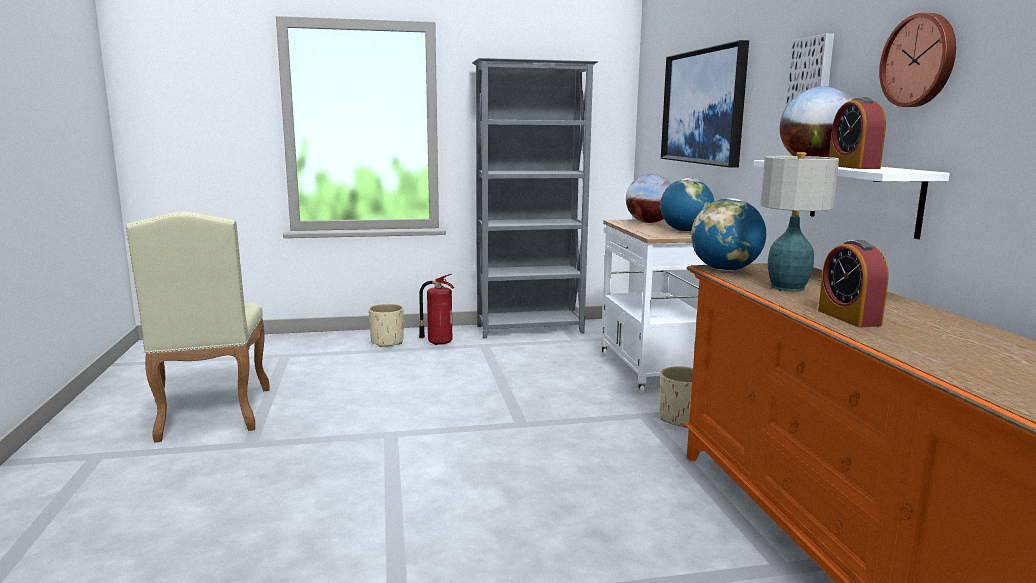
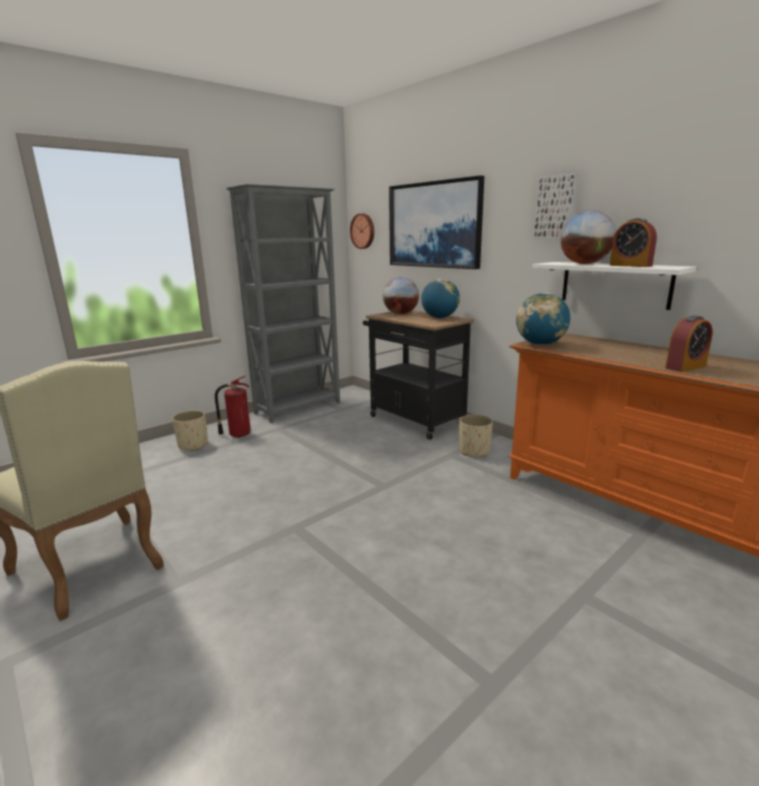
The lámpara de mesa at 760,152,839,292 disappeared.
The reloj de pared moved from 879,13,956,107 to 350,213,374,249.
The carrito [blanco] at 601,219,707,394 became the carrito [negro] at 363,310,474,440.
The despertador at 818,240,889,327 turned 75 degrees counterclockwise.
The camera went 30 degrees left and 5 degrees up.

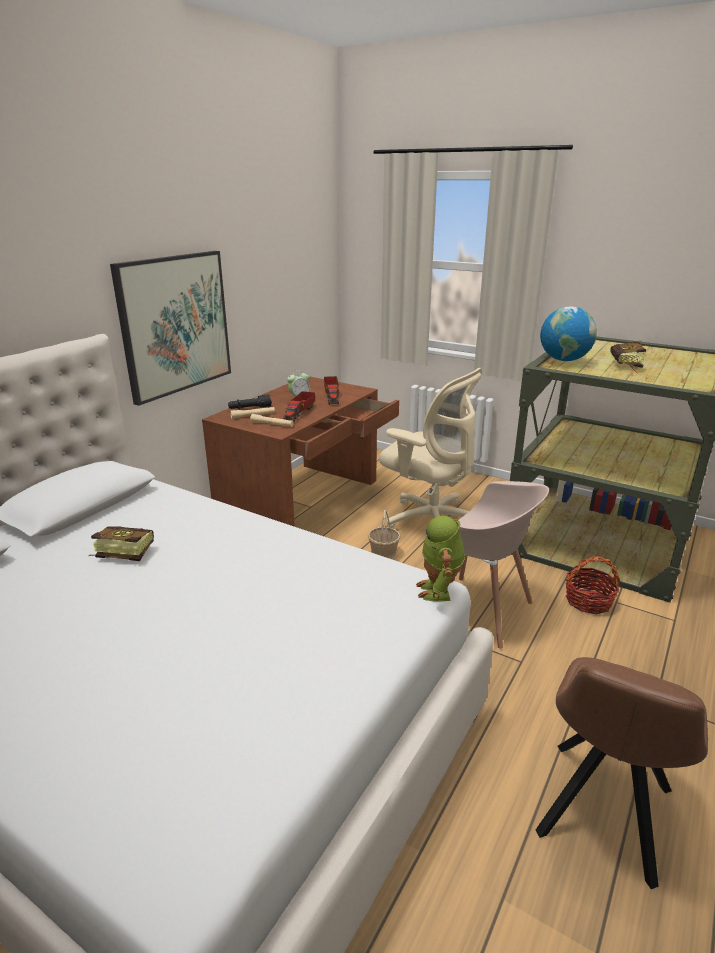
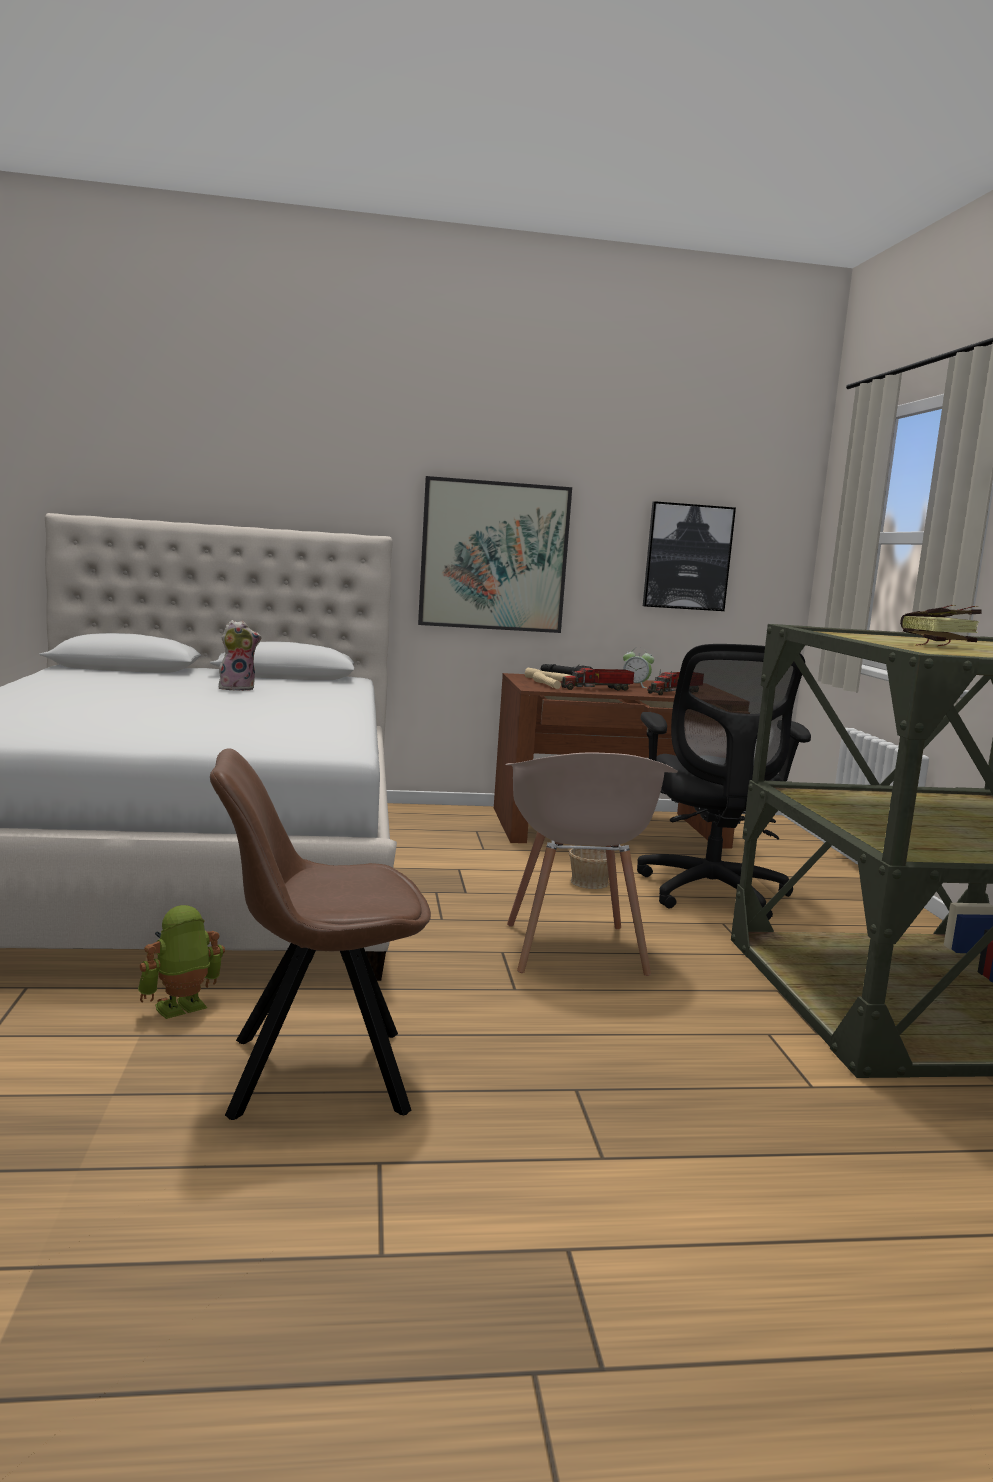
The globo terráqueo at 540,306,597,361 disappeared.
The cesta at 565,556,620,614 disappeared.
The cuadro at 643,501,736,611 appeared.
The robot de juguete moved from 416,515,465,601 to 138,905,225,1019.
The libro at 89,526,154,561 was replaced by the peluche at 219,620,262,691.
The silla de oficina [beis] at 379,368,482,529 became the silla de oficina [negro] at 637,644,811,920.
The camera went 50 degrees right and 15 degrees down.

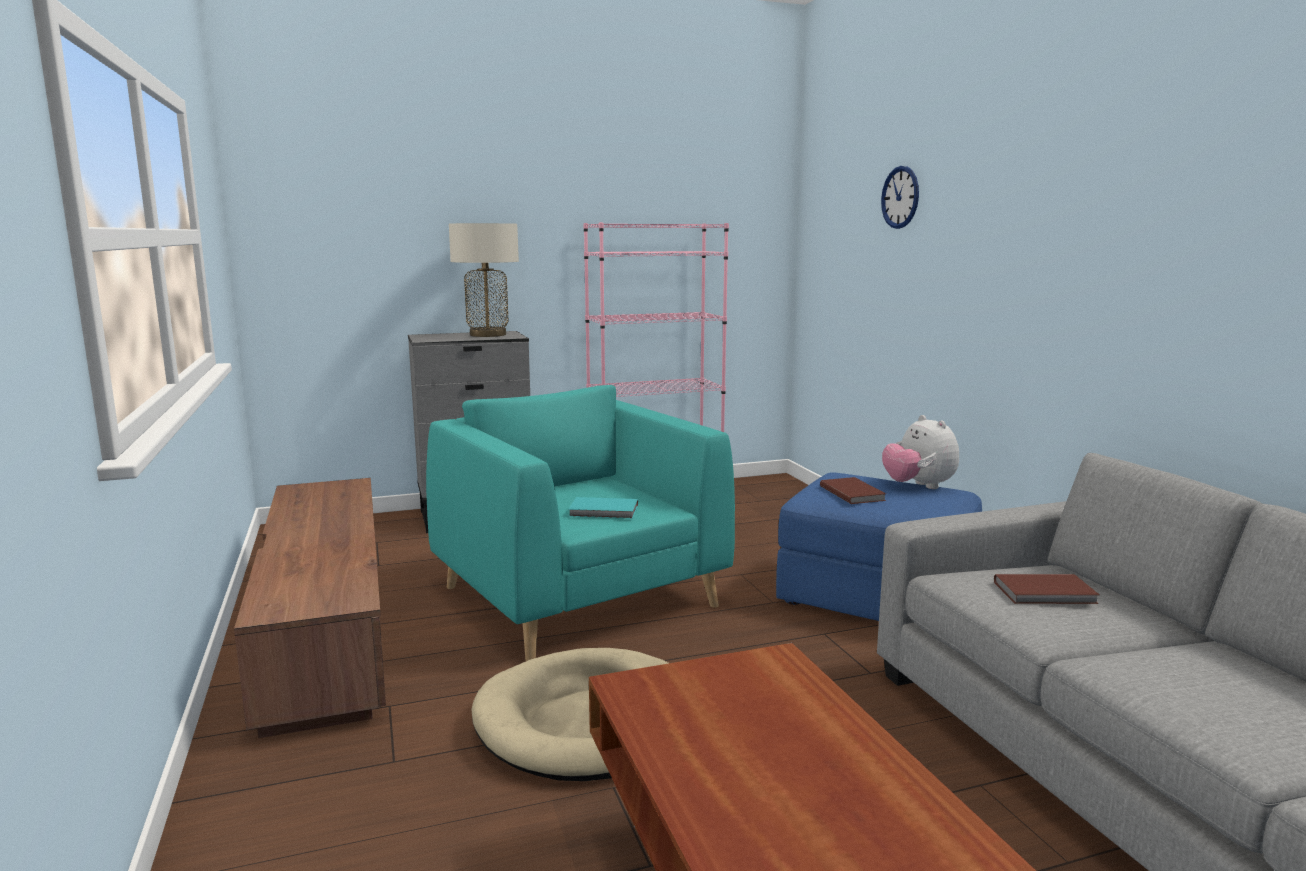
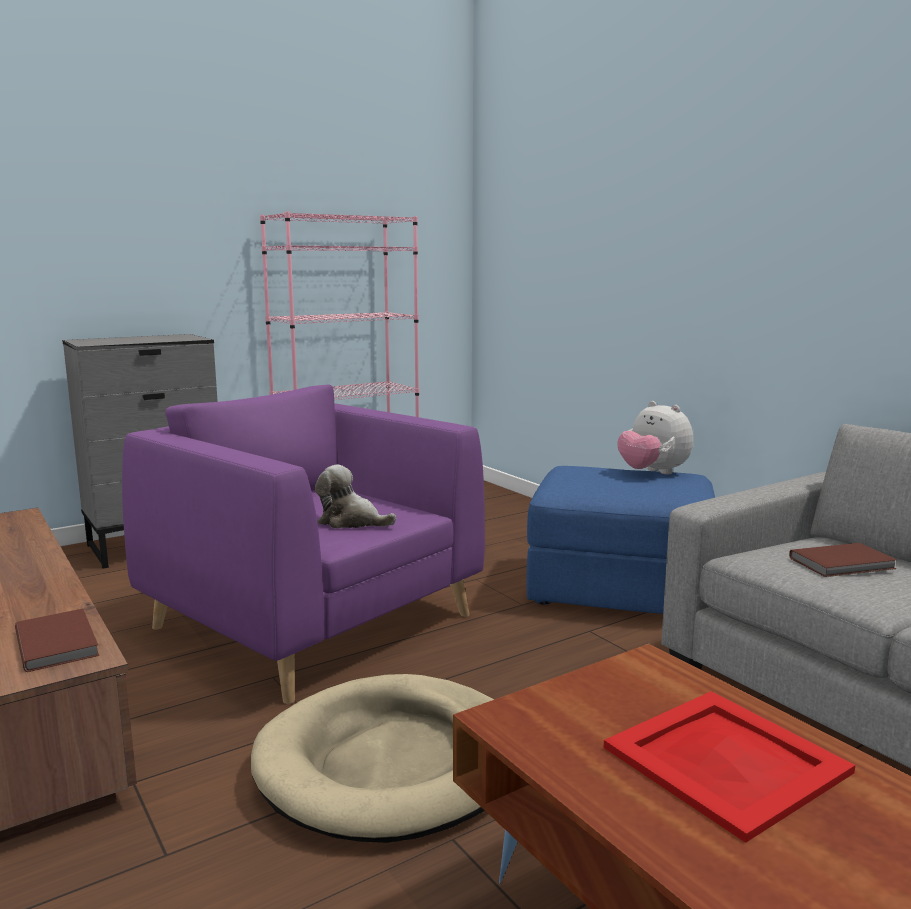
The lámpara de mesa at 449,223,519,337 disappeared.
The reloj de pared at 881,166,919,229 disappeared.
The bandeja [rojo] at 604,691,855,843 appeared.
The libro [marrón] moved from 820,477,886,504 to 15,609,99,672.
The libro [turquesa] at 568,497,638,519 was replaced by the peluche at 315,464,396,528.
The sillón [turquesa] at 426,385,735,661 became the sillón [morado] at 122,385,485,704.
The camera went 15 degrees left and 0 degrees up.

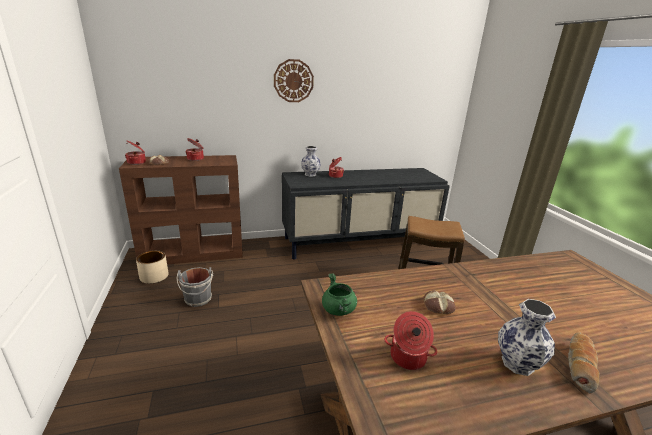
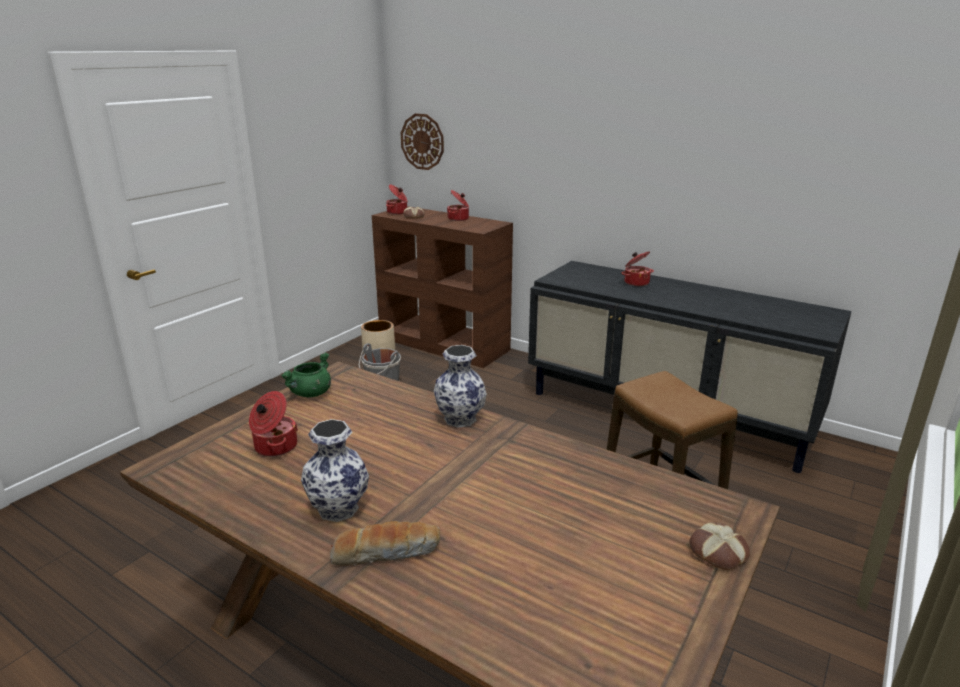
The reloj de pared moved from 274,59,314,102 to 401,114,444,170.
The florero moved from 301,146,321,177 to 434,345,487,428.
The pan moved from 423,290,456,314 to 689,522,750,570.
The camera went 50 degrees right and 0 degrees up.

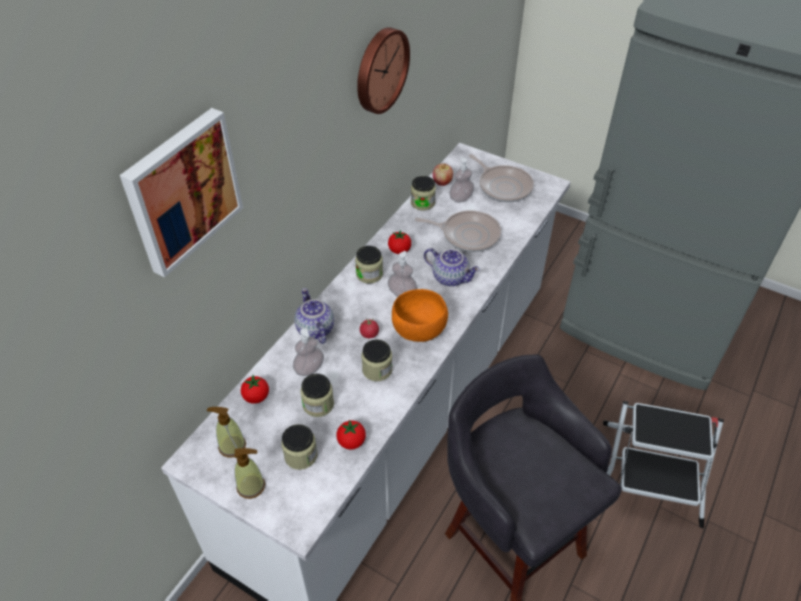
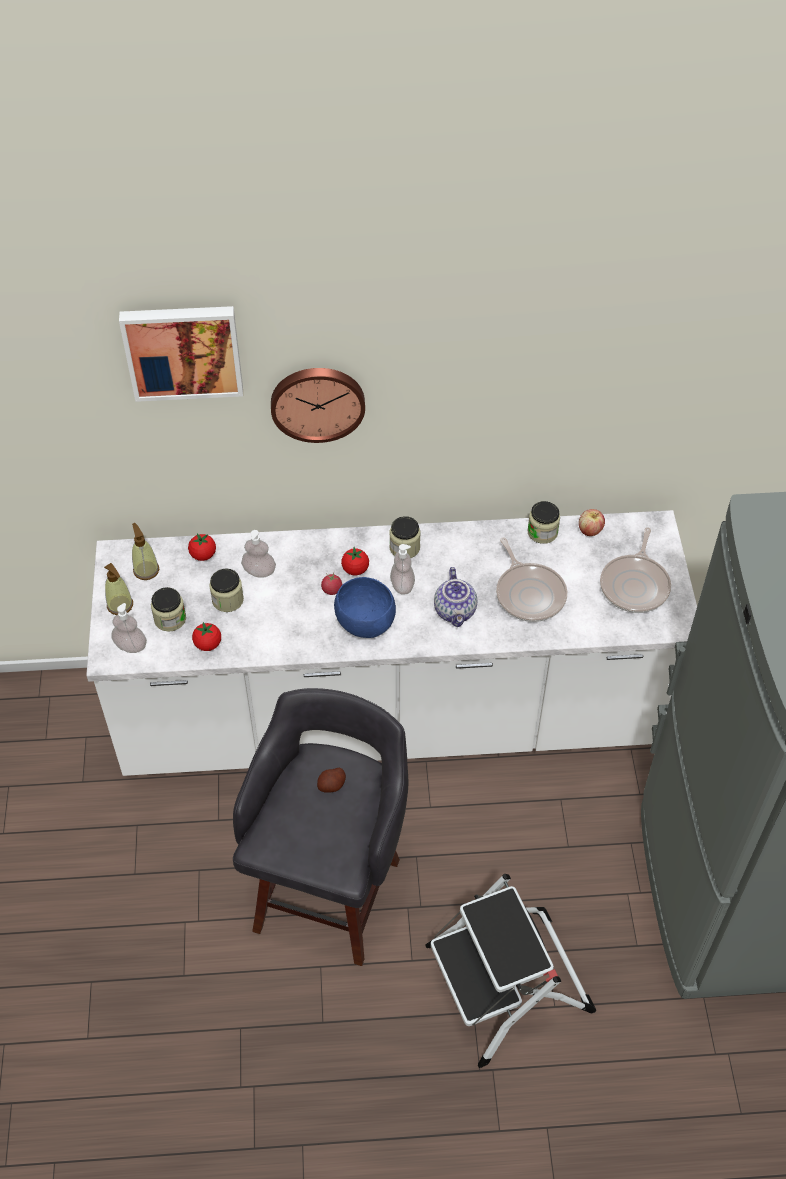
The tetera at 294,288,334,344 disappeared.
The tarro at 361,340,392,381 disappeared.
The patata at 317,768,346,793 appeared.
The reloj de pared moved from 357,27,410,114 to 271,368,365,443.
The tomate moved from 388,230,411,254 to 341,547,369,576.
The dispensador de jabón moved from 449,157,474,203 to 111,603,147,653.
The cuenco [naranja] at 392,289,448,342 became the cuenco [azul] at 334,577,396,638.
The camera went 55 degrees right and 5 degrees up.

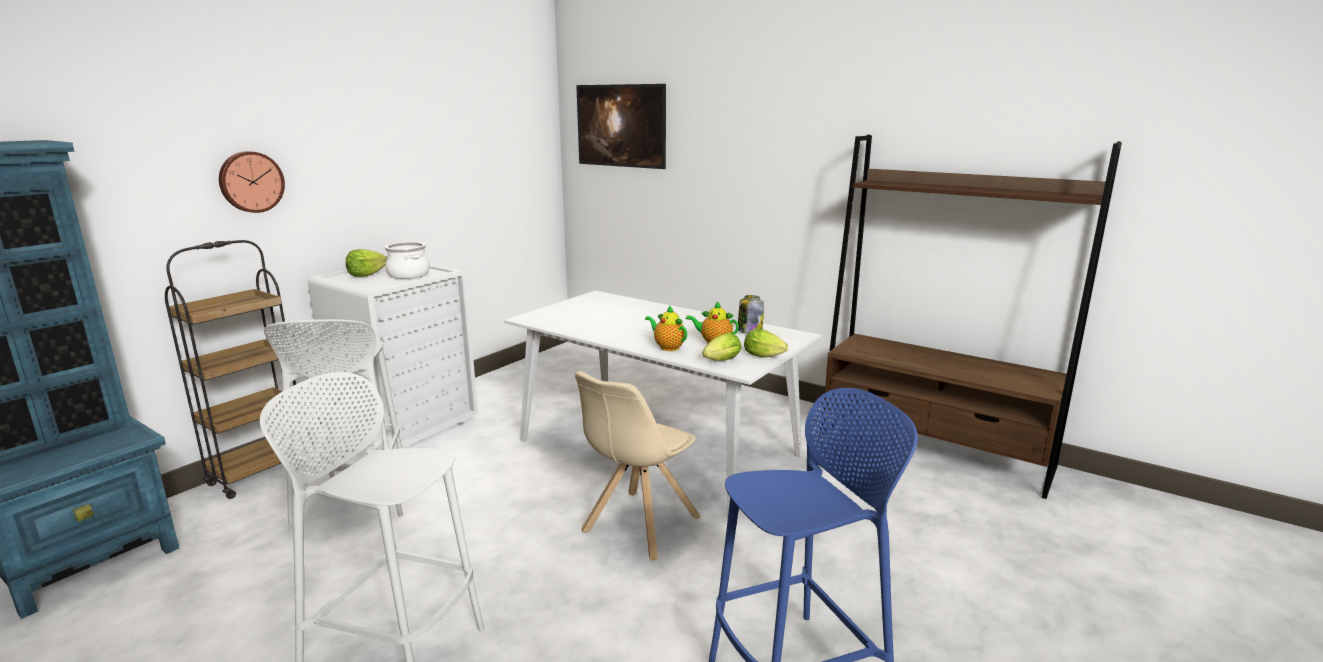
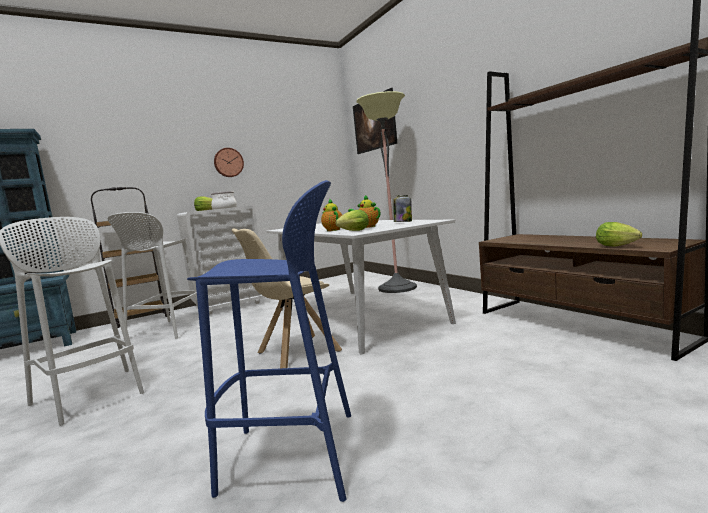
The lámpara de pie at 356,91,417,293 appeared.
The reloj de pared moved from 219,151,285,213 to 214,148,244,177.
The lechuga moved from 744,329,788,357 to 596,222,642,247.
The camera went 25 degrees right and 10 degrees down.

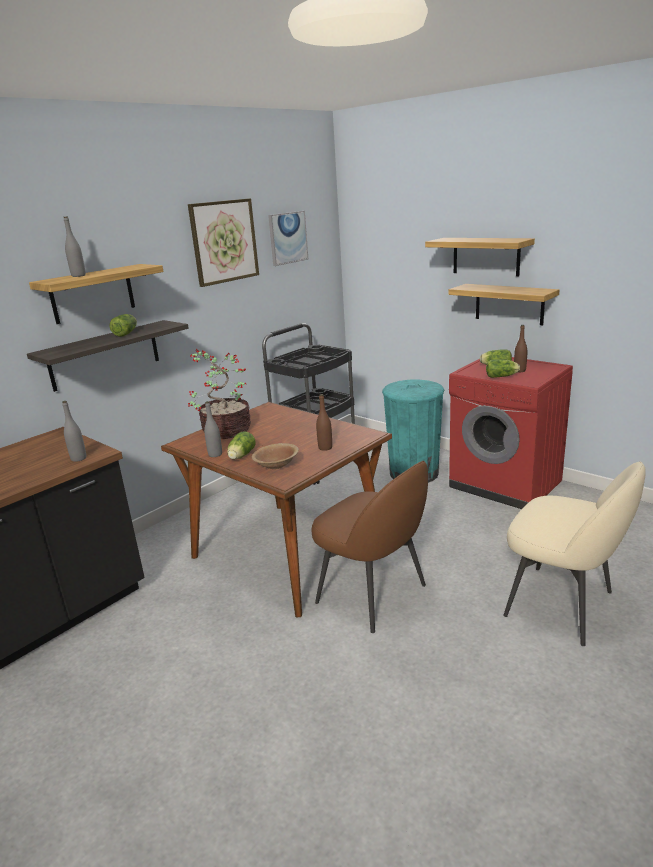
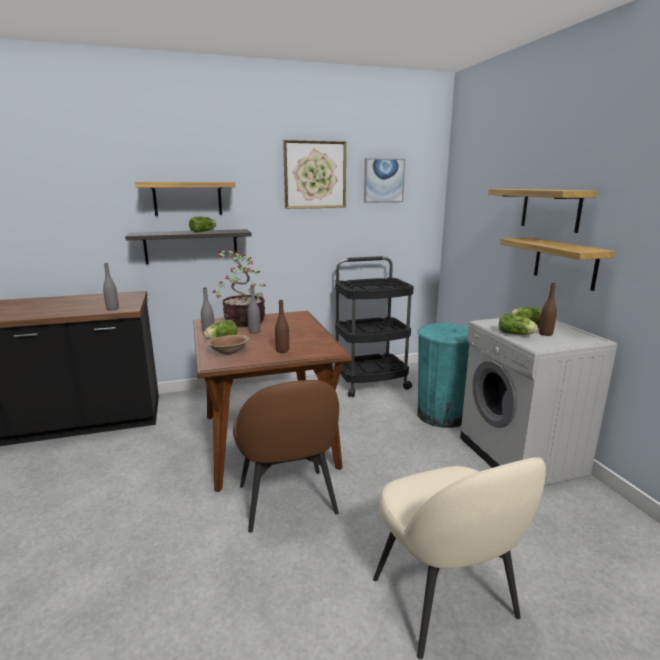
The botella [gris] moved from 64,216,86,277 to 247,286,260,334.
The lavadora [rojo] at 449,357,573,509 became the lavadora [blanco] at 460,318,617,486.
The camera went 30 degrees right and 5 degrees down.

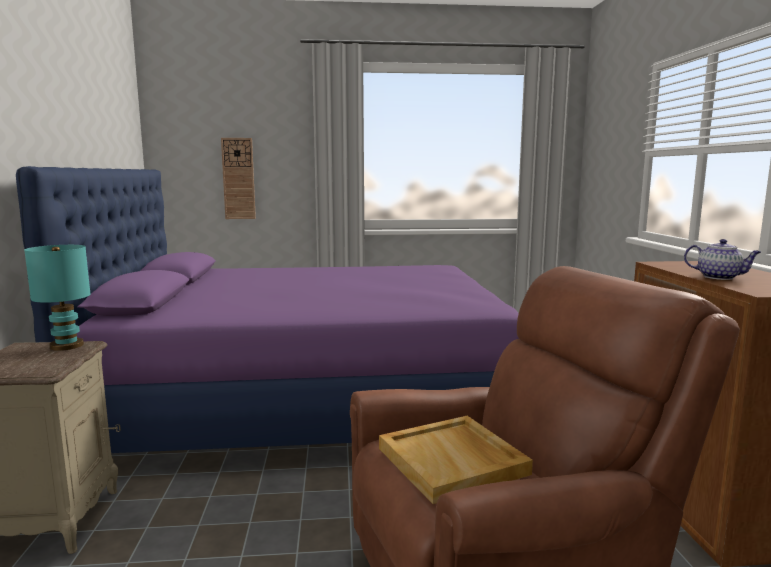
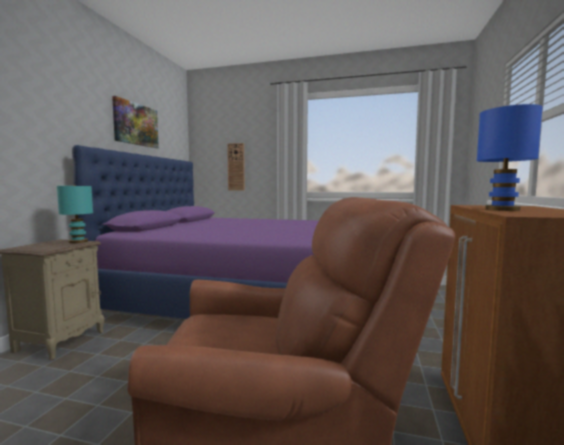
The bandeja [beis] at 379,416,533,504 disappeared.
The cuadro at 112,96,159,148 appeared.
The tetera at 684,239,761,280 was replaced by the lámpara de mesa [azul] at 477,104,543,211.
The camera went 20 degrees right and 5 degrees down.

